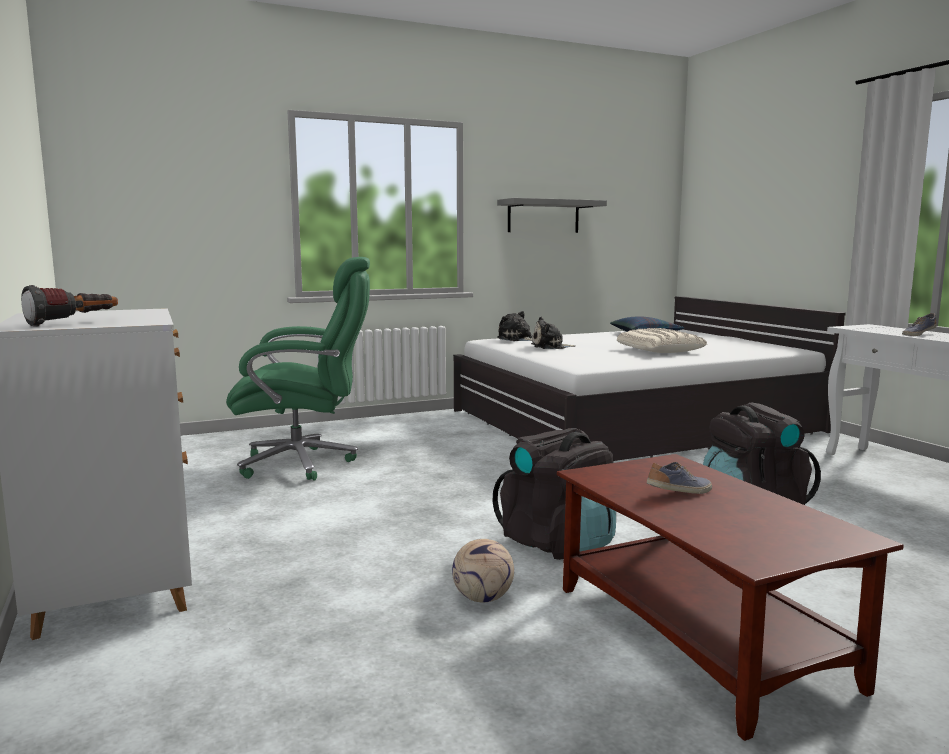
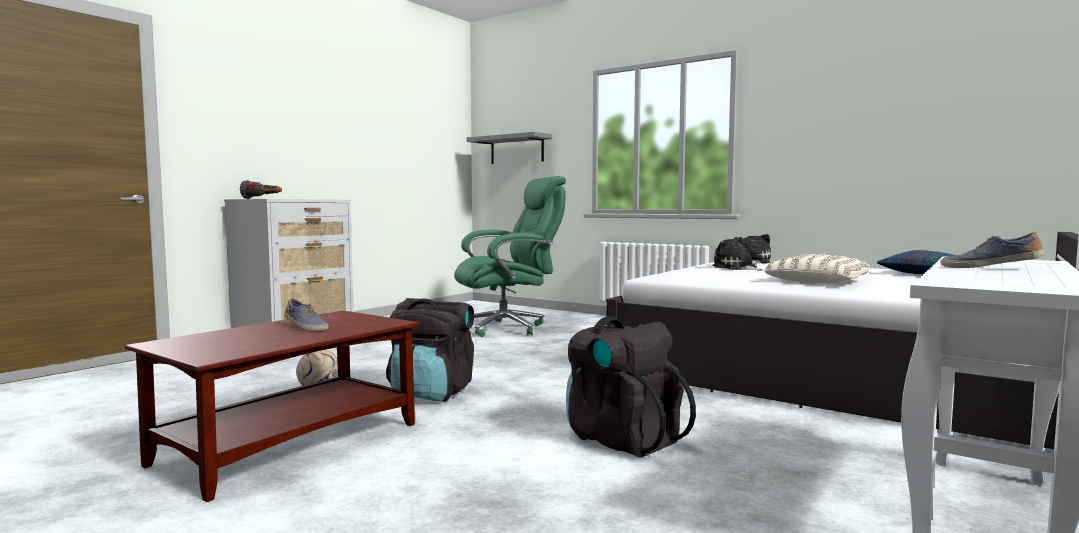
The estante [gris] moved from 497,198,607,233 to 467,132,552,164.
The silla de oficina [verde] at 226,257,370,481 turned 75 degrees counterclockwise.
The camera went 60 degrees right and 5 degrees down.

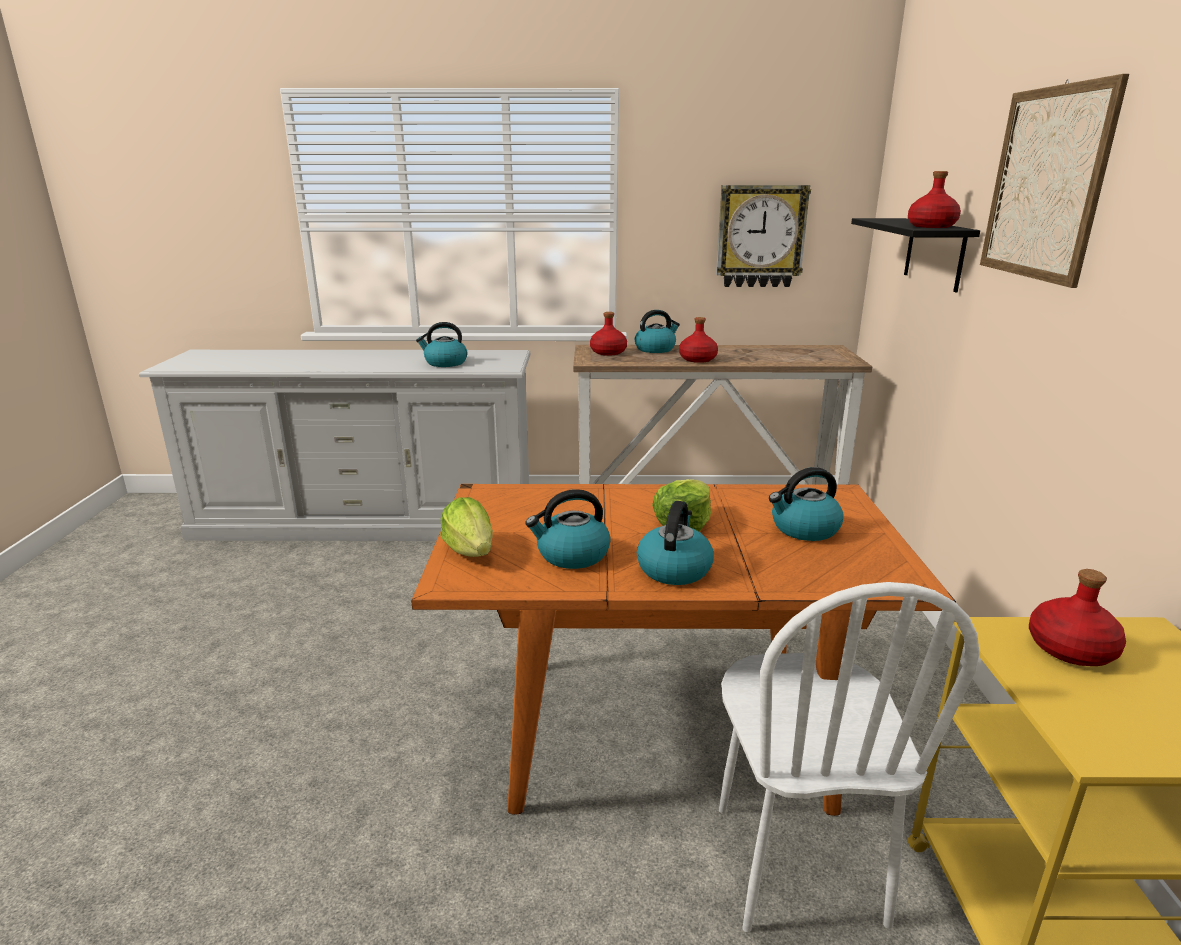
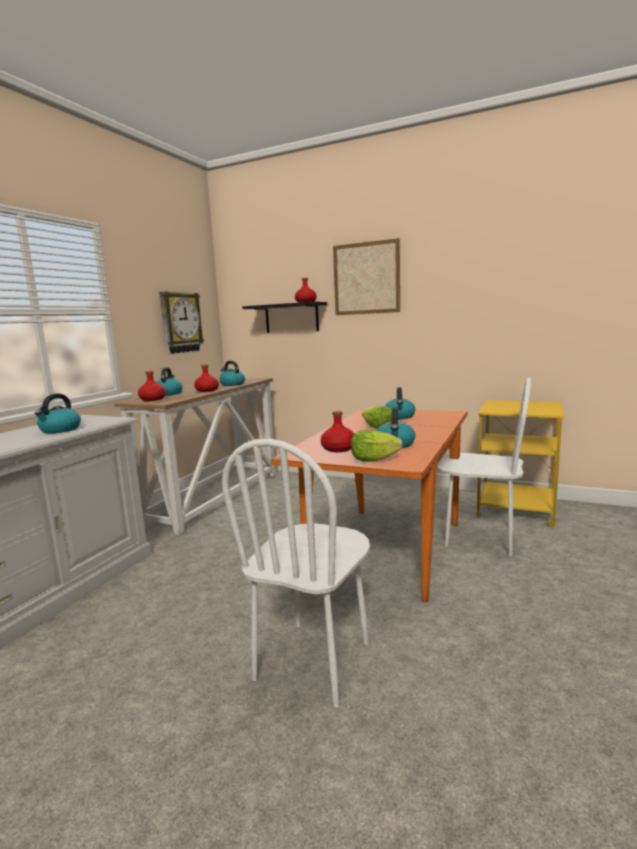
The silla [blanco] at 222,439,370,708 appeared.
The hervidor moved from 637,501,714,585 to 219,361,245,386.
The botella [rojo] moved from 1029,569,1126,666 to 321,411,354,452.
The camera went 65 degrees left and 10 degrees down.

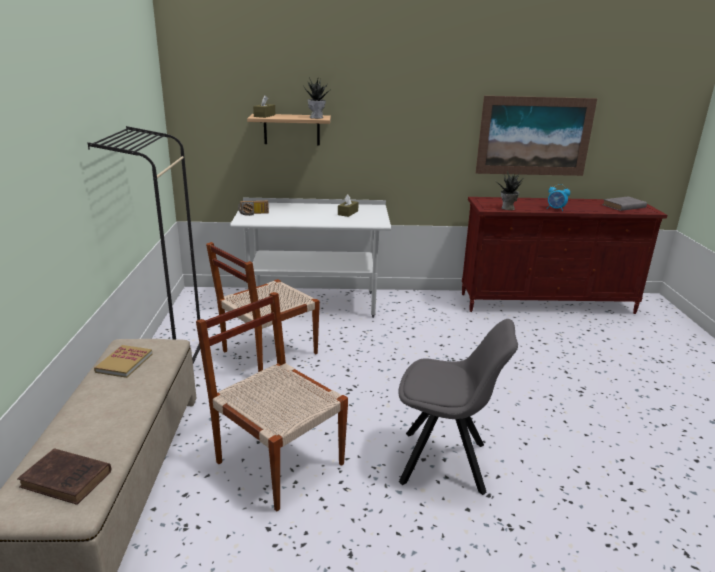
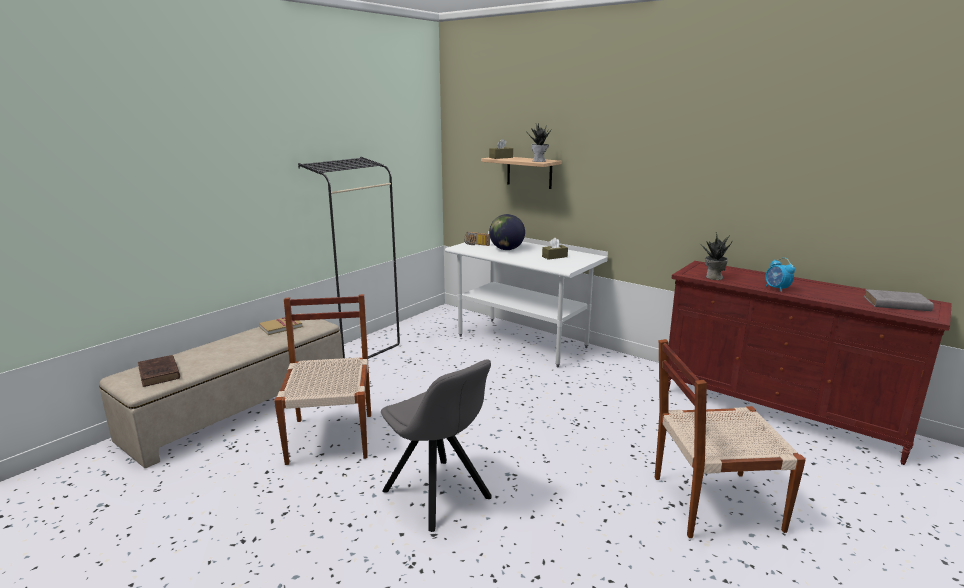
The cuadro at 476,96,597,176 disappeared.
The globo terráqueo at 489,214,525,250 appeared.
The silla moved from 206,242,319,372 to 655,339,806,538.
The camera went 40 degrees right and 5 degrees down.

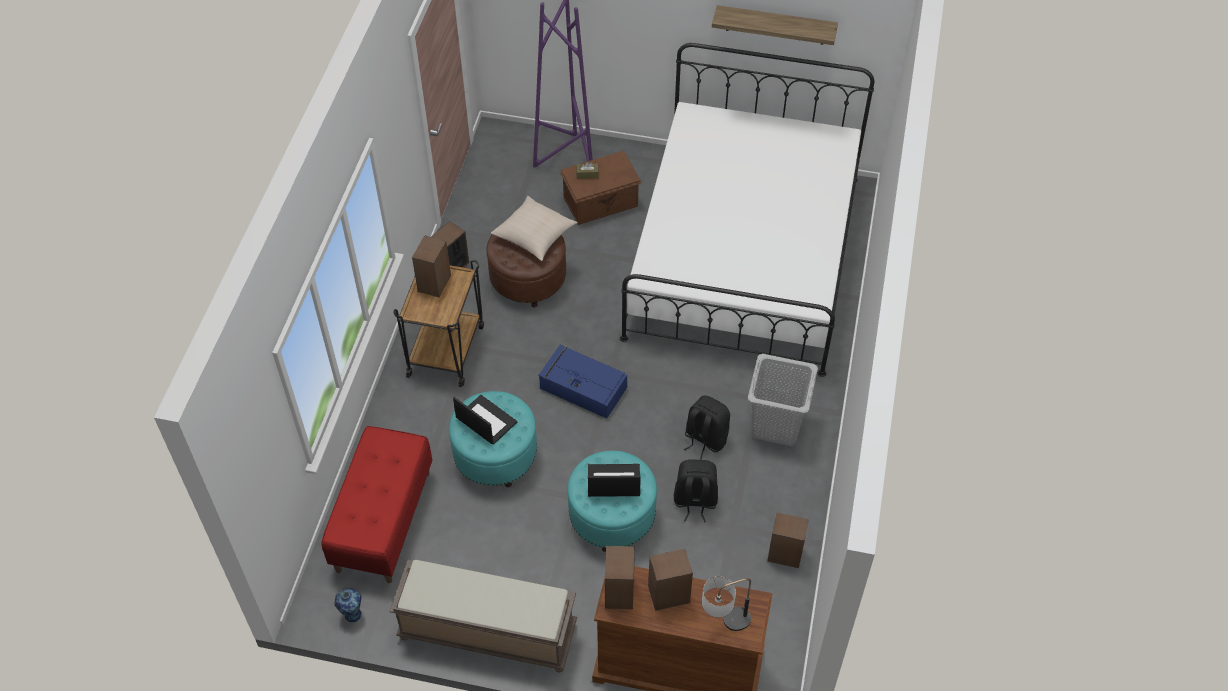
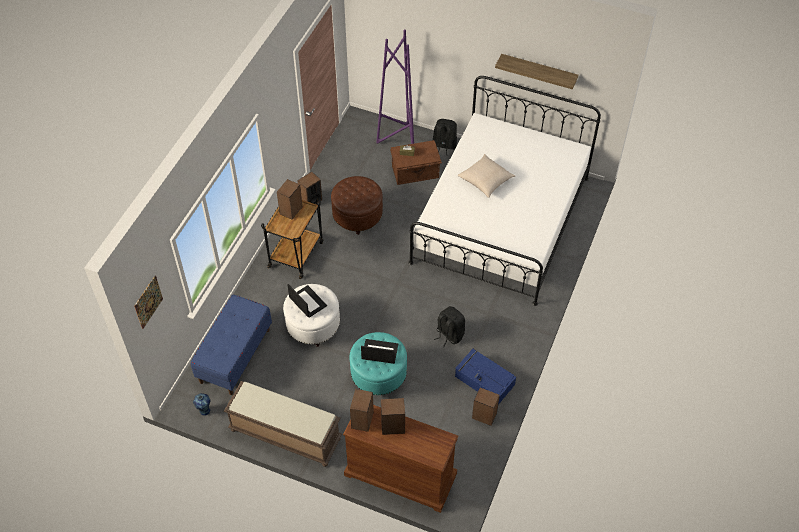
The lámpara de mesa at 702,576,751,631 disappeared.
The cesto de la ropa [gris] at 748,354,818,446 disappeared.
The cuadro at 134,275,163,329 appeared.
The cojín [beis] moved from 491,196,578,261 to 457,154,515,198.
The caja de almacenaje [azul] moved from 538,345,627,419 to 455,349,516,405.
The mochila [negro] moved from 674,459,718,522 to 433,119,457,156.
The banco [rojo] at 321,426,433,583 became the banco [azul] at 191,295,272,395.
The puf [turquesa] at 449,391,537,487 became the puf [blanco] at 283,284,340,347.
The camera went 10 degrees right and 0 degrees up.

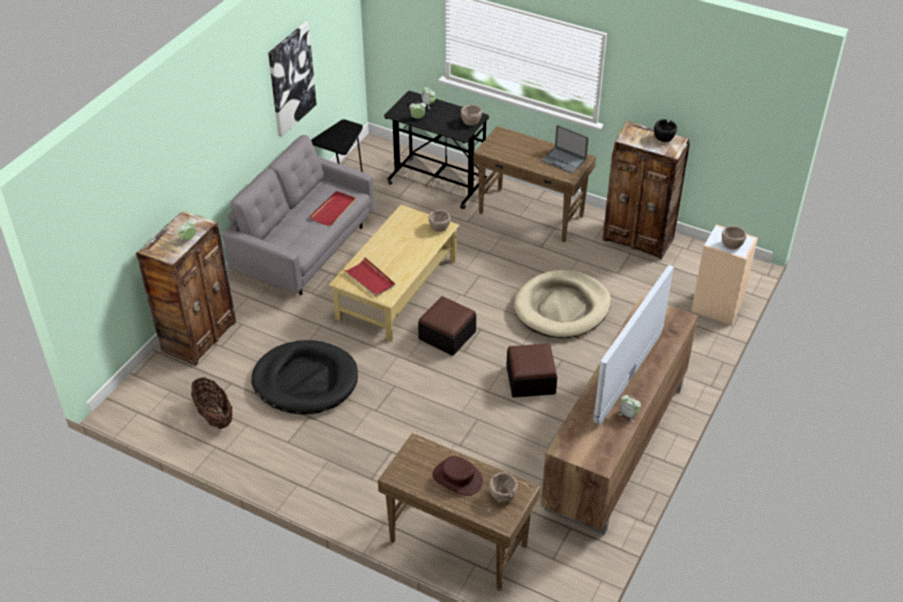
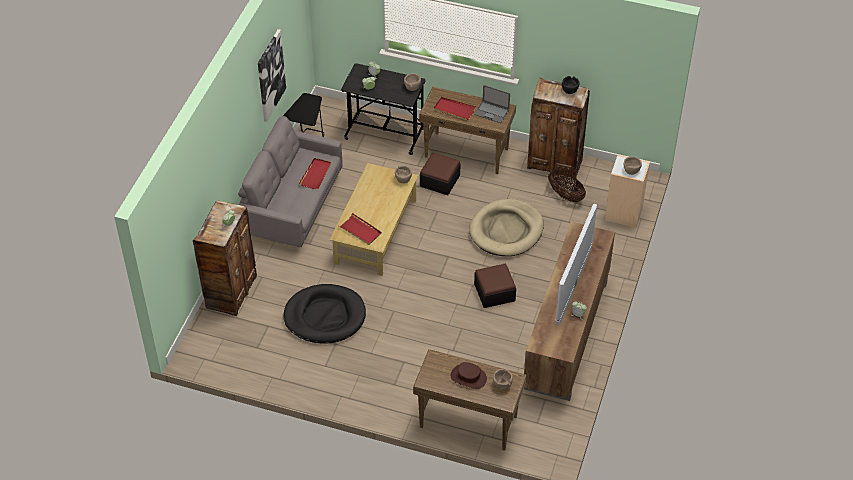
The bandeja [rojo] at 434,97,476,120 appeared.
The cesta moved from 191,377,232,429 to 548,169,586,202.
The puf moved from 418,296,476,356 to 420,153,460,195.
The camera went 10 degrees left and 5 degrees up.

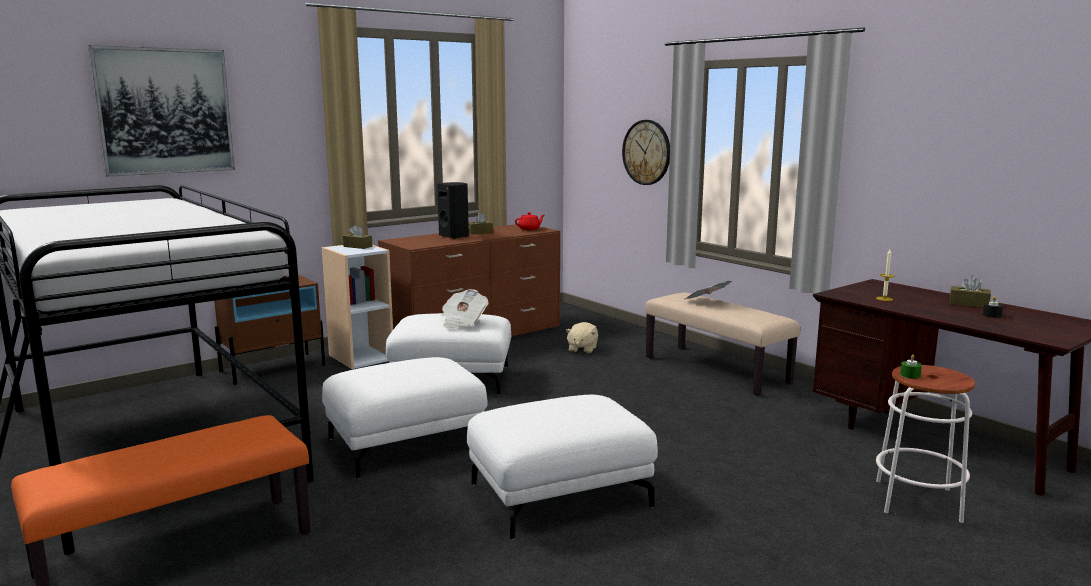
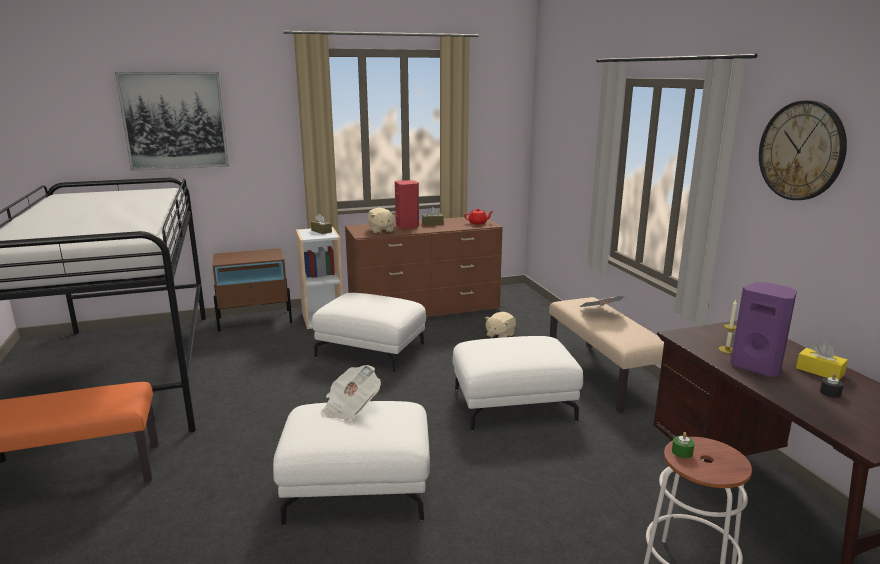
The peluche [beis] at 367,207,396,234 appeared.
The altavoz [morado] at 730,282,797,377 appeared.
The puf [blanco] moved from 322,357,488,479 to 452,336,583,431.
The periódico moved from 441,289,488,328 to 321,365,381,420.
The reloj de pared moved from 622,120,670,185 to 759,100,847,200.
The altavoz [negro] at 437,182,469,239 became the altavoz [rojo] at 395,180,419,229.
The caja de pañuelos [marrón] at 950,276,991,308 became the caja de pañuelos [amarillo] at 796,342,848,380.
The camera went 20 degrees right and 5 degrees up.

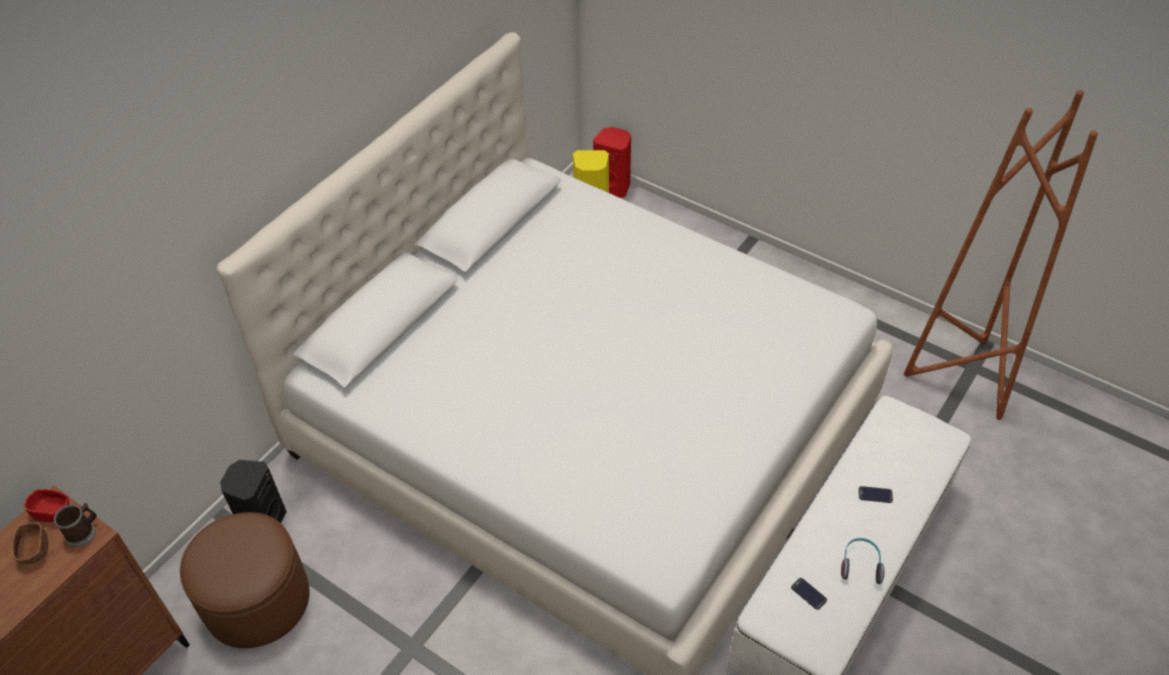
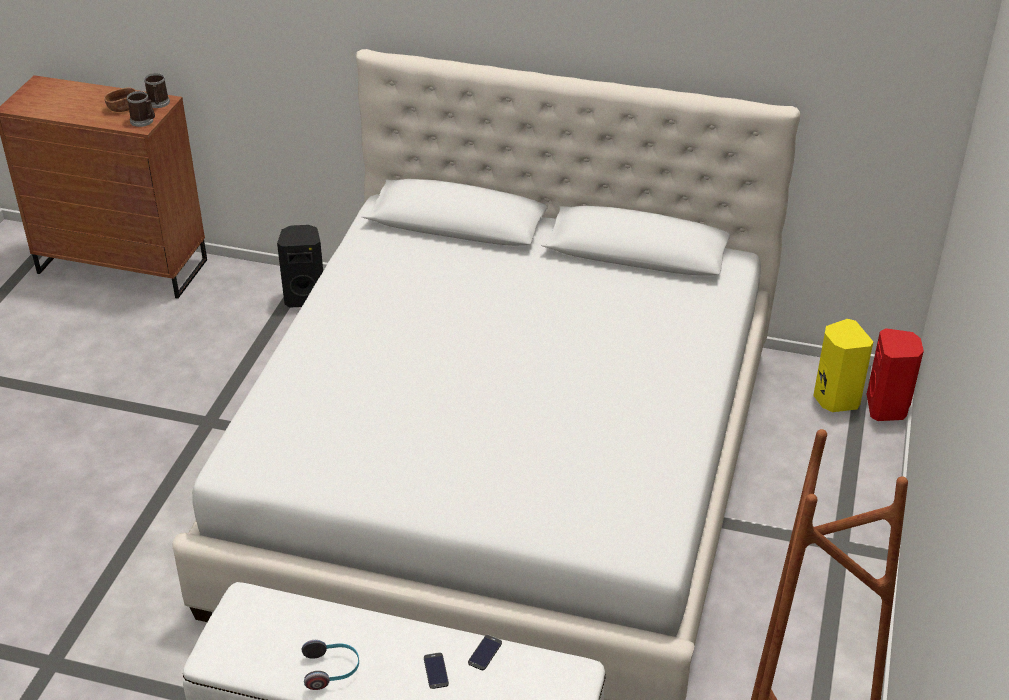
The puf [marrón] at 180,512,309,648 disappeared.
The móvil moved from 791,578,827,610 to 468,635,502,670.
The cuenco [rojo] at 24,489,70,522 was replaced by the taza grande at 144,73,170,108.
The camera went 70 degrees right and 10 degrees down.

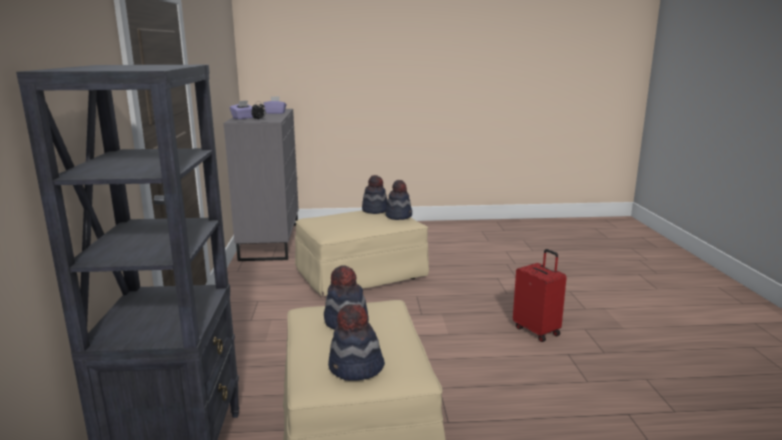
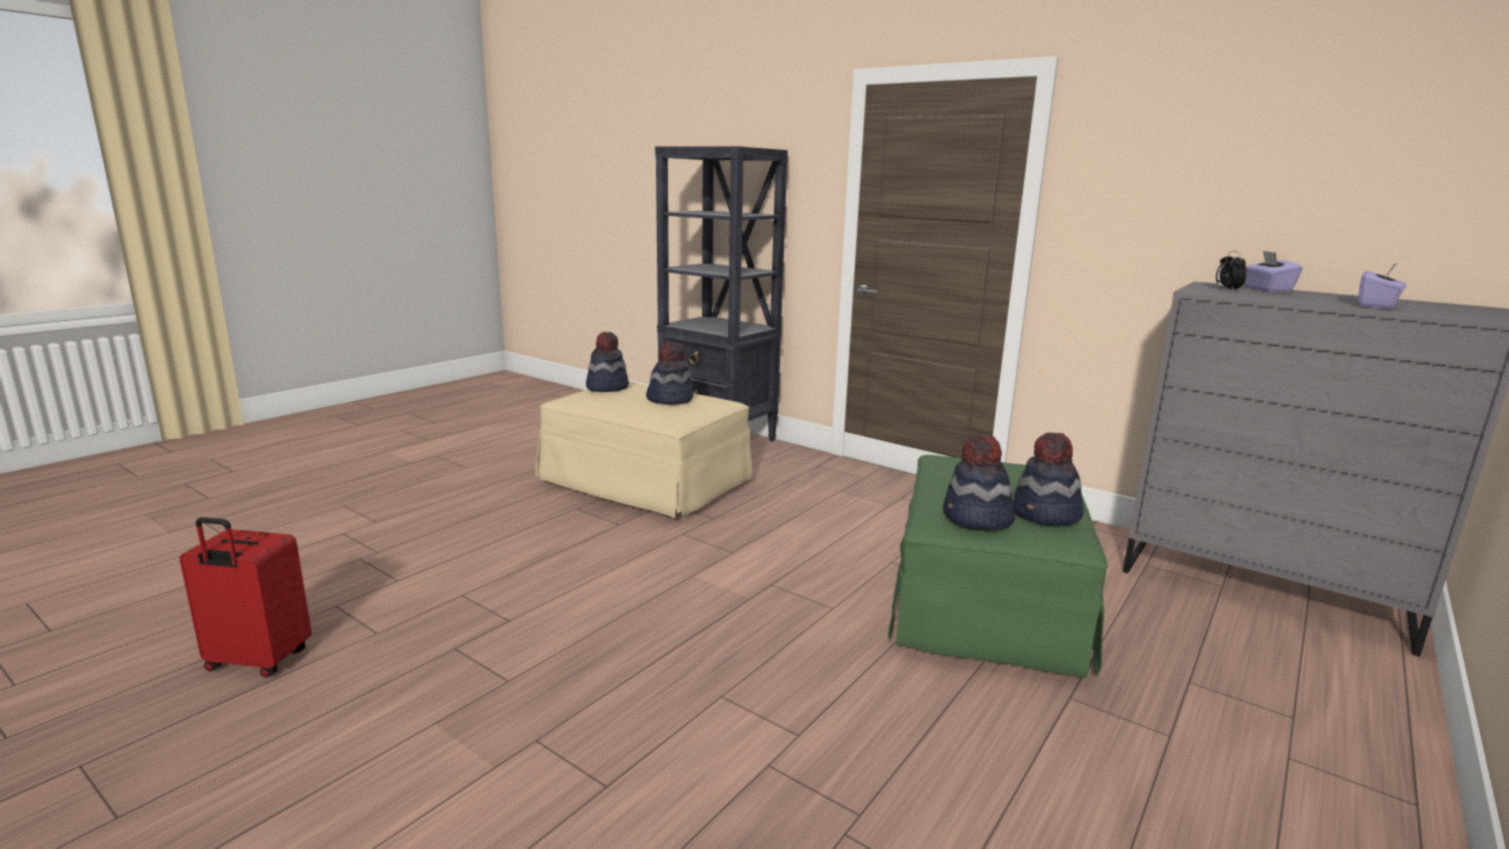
The maleta [rojo] moved from 513,249,567,342 to 179,517,312,678.
The puf [beis] at 295,210,429,296 became the puf [verde] at 888,455,1108,678.
The camera went 130 degrees right and 0 degrees up.

